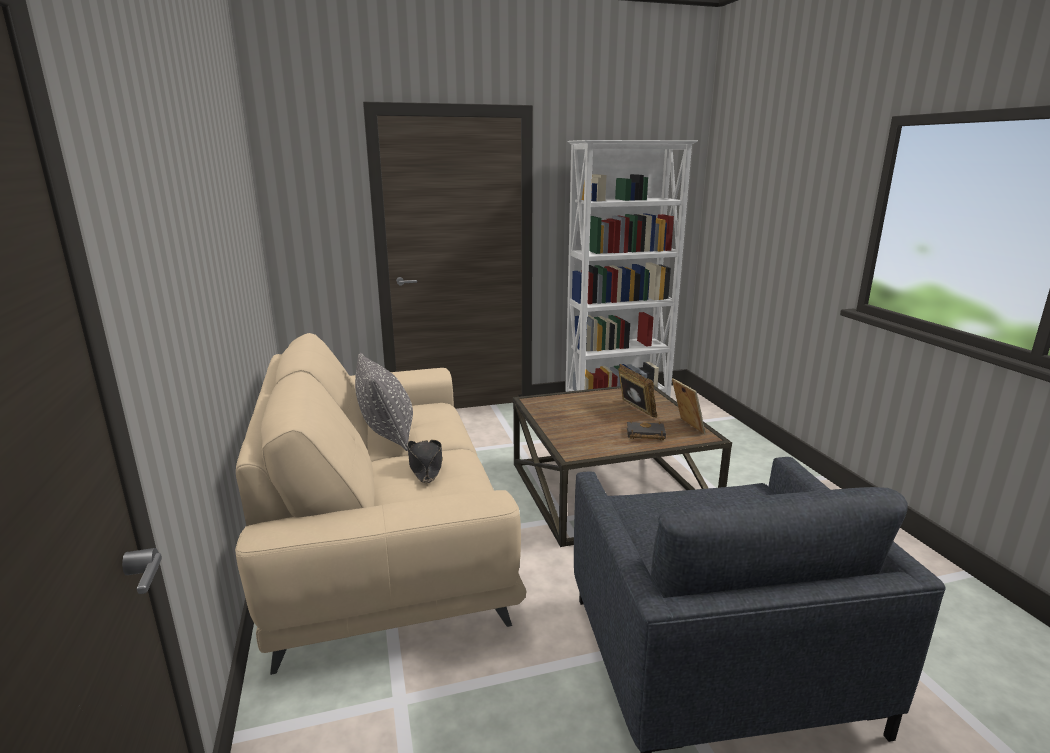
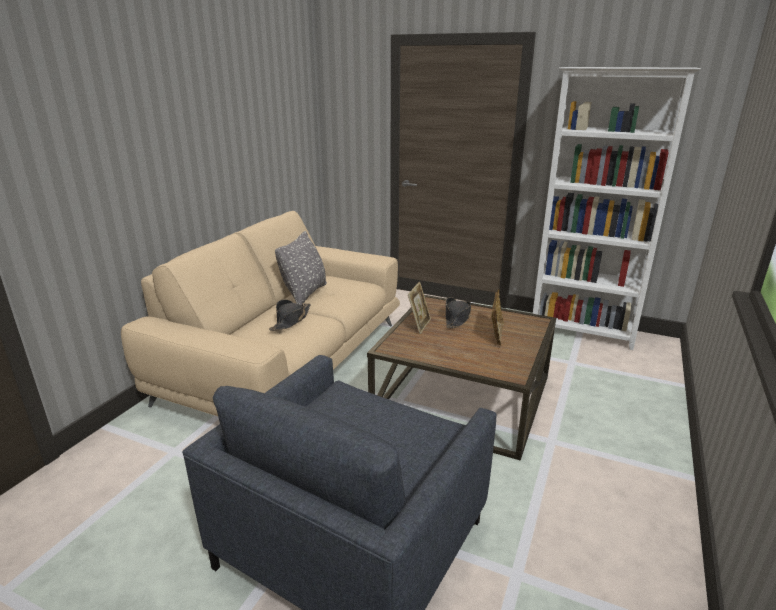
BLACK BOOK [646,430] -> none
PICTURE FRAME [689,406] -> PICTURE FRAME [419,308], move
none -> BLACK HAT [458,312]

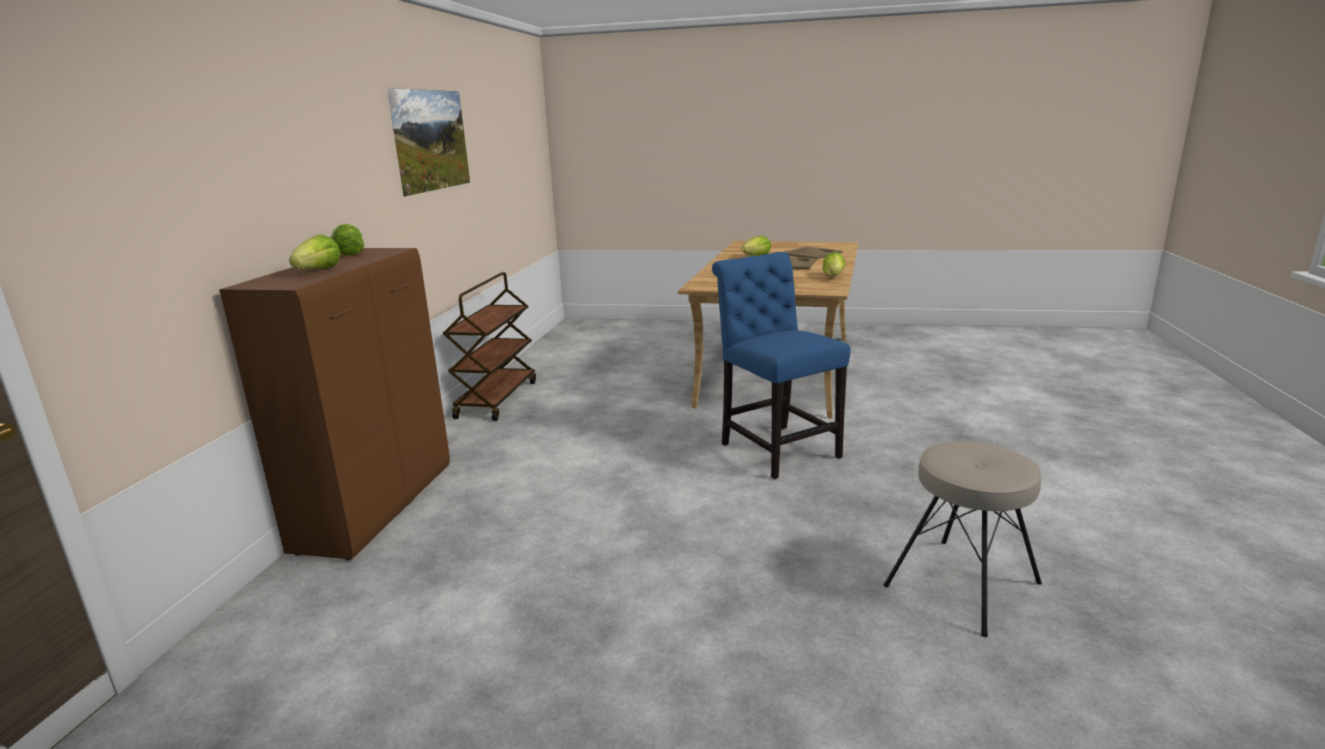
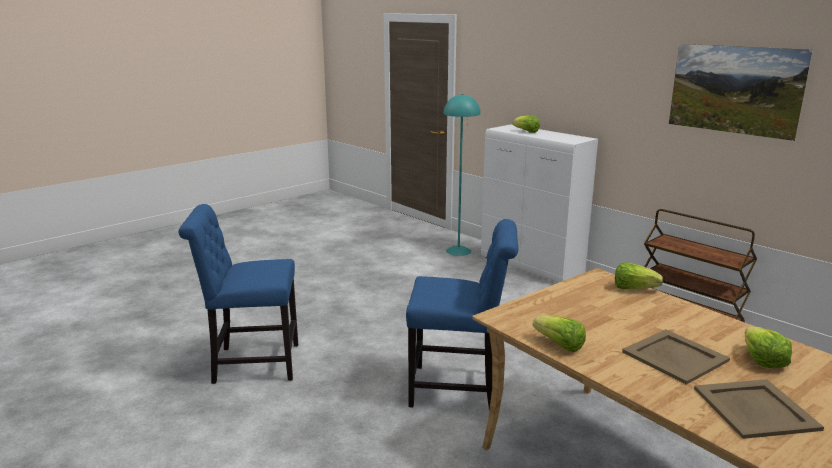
BROWN CABINET [334,404] -> WHITE CABINET [539,203]
LETTUCE [348,239] -> LETTUCE [639,275], move
BEIGE STOOL [962,539] -> BLUE CHAIR [238,294]
none -> TURQUOISE FLOOR LAMP [462,175]

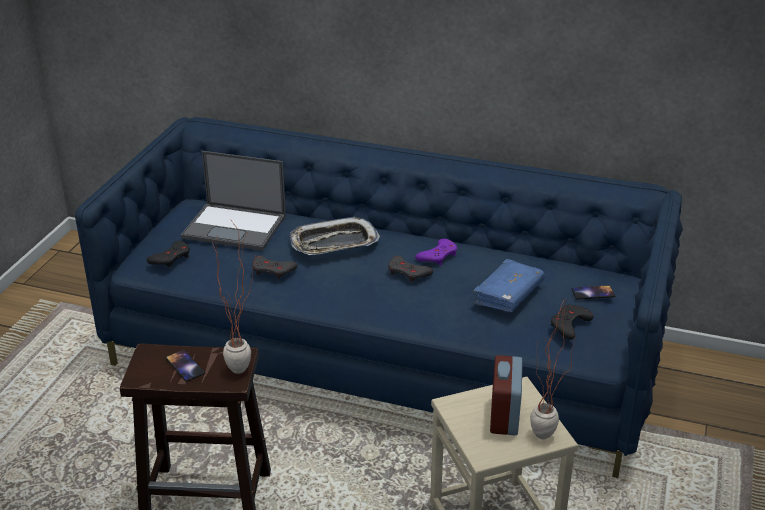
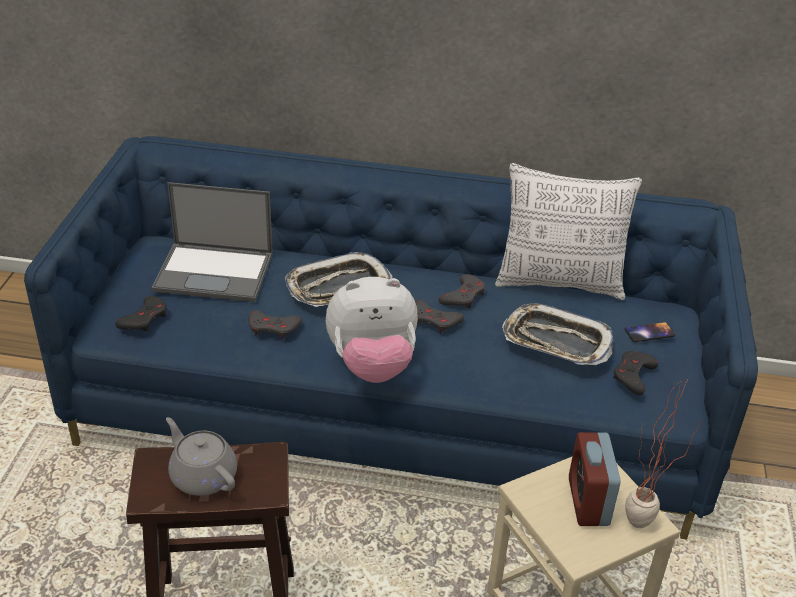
PHONE [185,366] -> GREY TEAPOT [201,456]
POTTED PLANT [234,298] -> none
PURPLE GAME CONTROLLER [436,252] -> GREY GAME CONTROLLER [462,291]
BLUE BOOK [509,285] -> TRAY [557,334]
none -> PLUSH TOY [372,330]
none -> PILLOW [568,231]

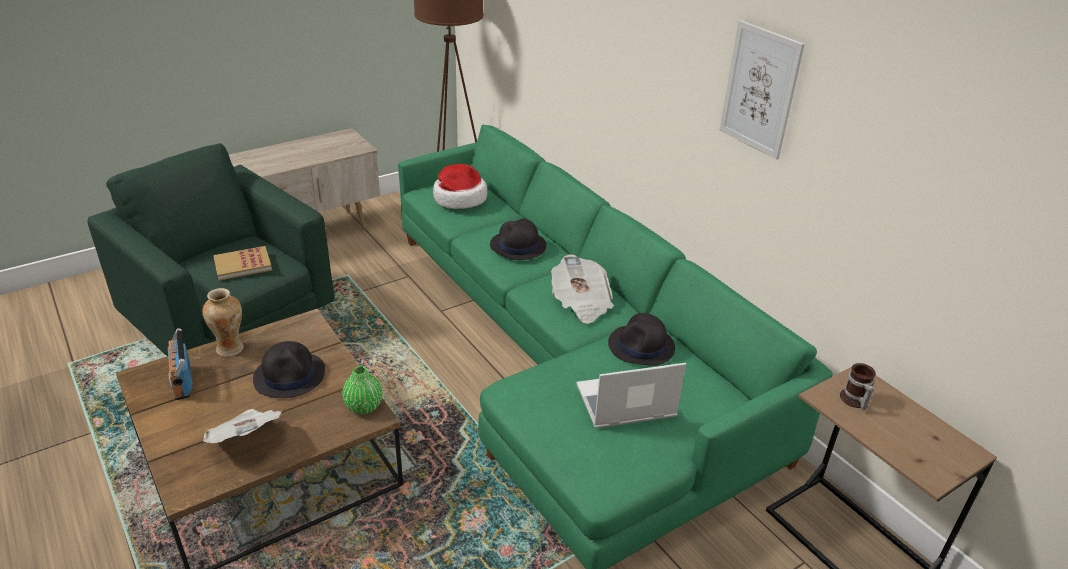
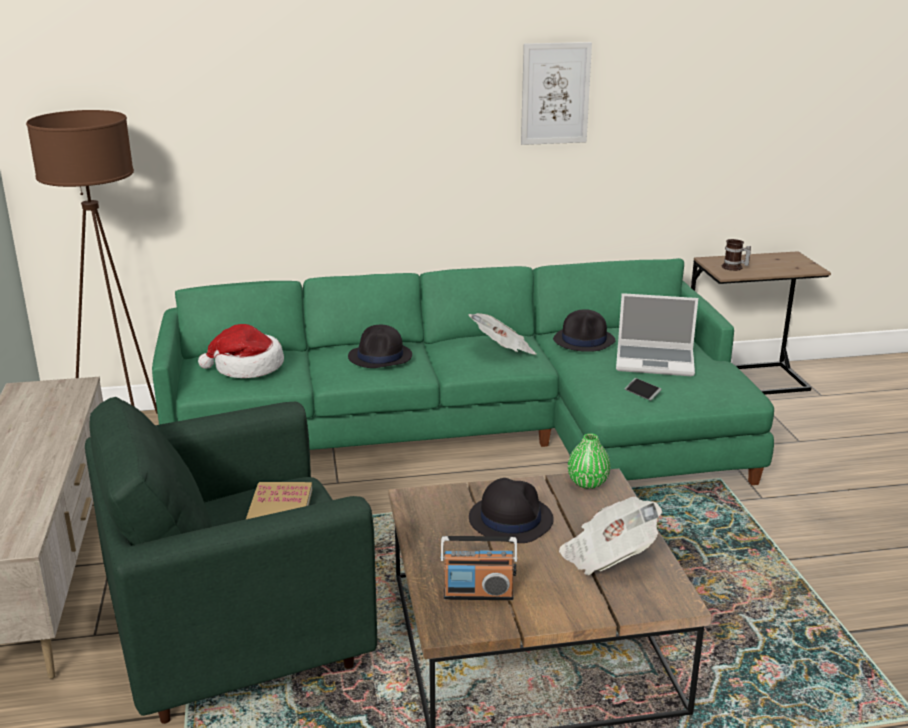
VASE [223,322] -> none
LAPTOP [631,395] -> LAPTOP [657,334], 90 degrees counterclockwise
none -> PHONE [643,389]

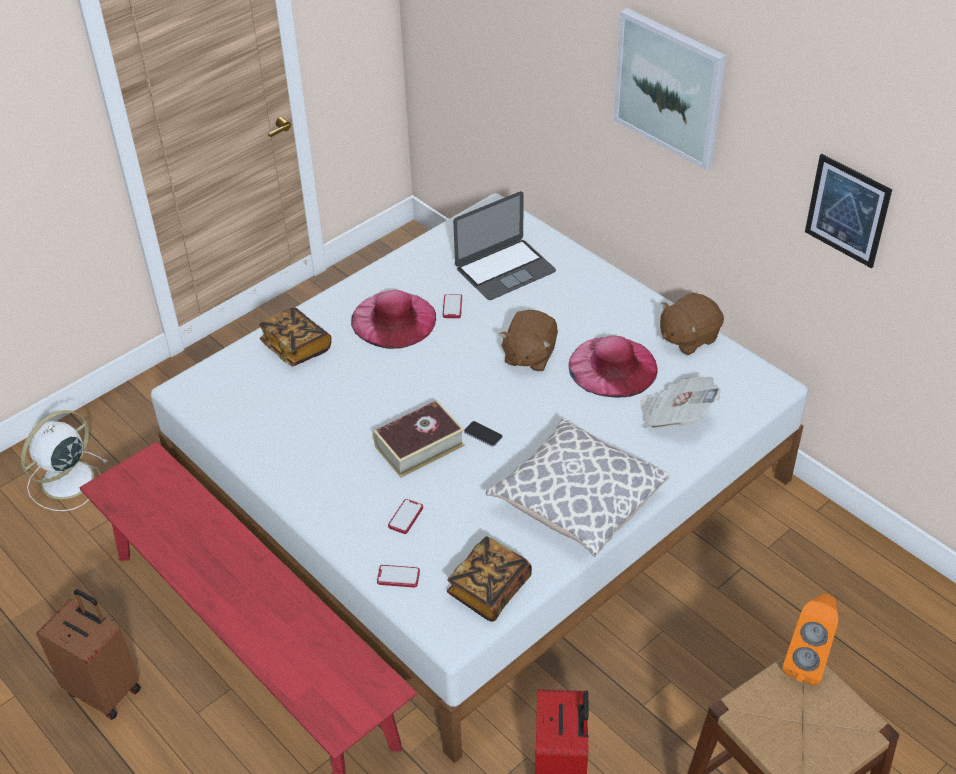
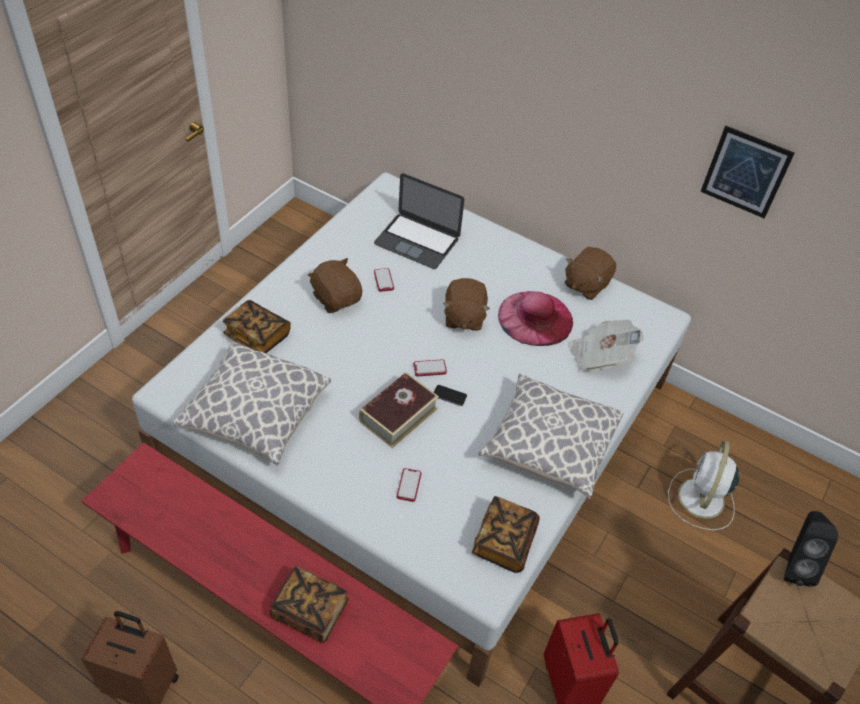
WHITE FAN [64,460] -> WHITE FAN [704,485], move
PINK HAT [393,319] -> BROWN PLUSH TOY [335,285]
PHONE [398,576] -> PHONE [430,368], move
LAPTOP [504,245] -> LAPTOP [419,221], 75 degrees clockwise
PICTURE [670,89] -> none
ORANGE SPEAKER [810,639] -> BLACK SPEAKER [811,549]
none -> PILLOW [252,403]
none -> BOOK [309,604]

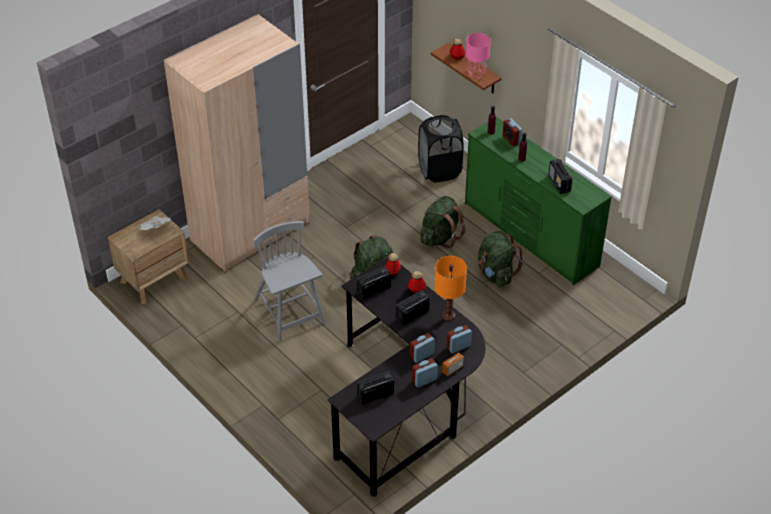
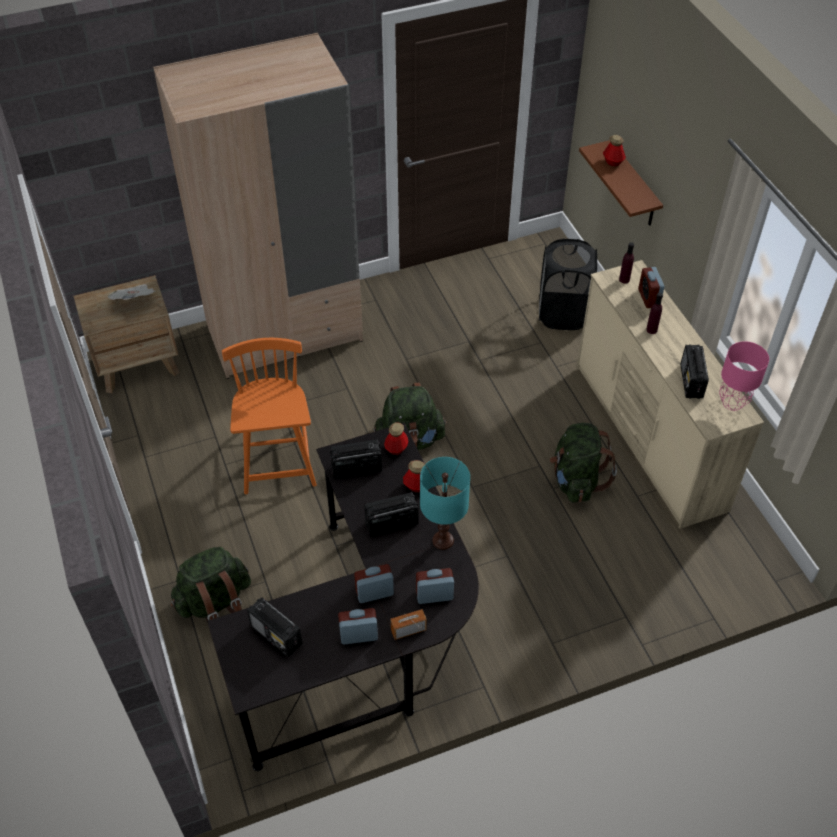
GREY CHAIR [289,281] -> ORANGE CHAIR [269,416]
RADIO [375,387] -> RADIO [274,627], 135 degrees counterclockwise
GREEN BACKPACK [442,222] -> GREEN BACKPACK [211,584], move
ORANGE TABLE LAMP [450,288] -> TURQUOISE TABLE LAMP [445,503]
GREEN DRESSER [538,201] -> BEIGE DRESSER [670,394]
PINK TABLE LAMP [478,56] -> PINK TABLE LAMP [744,376], move

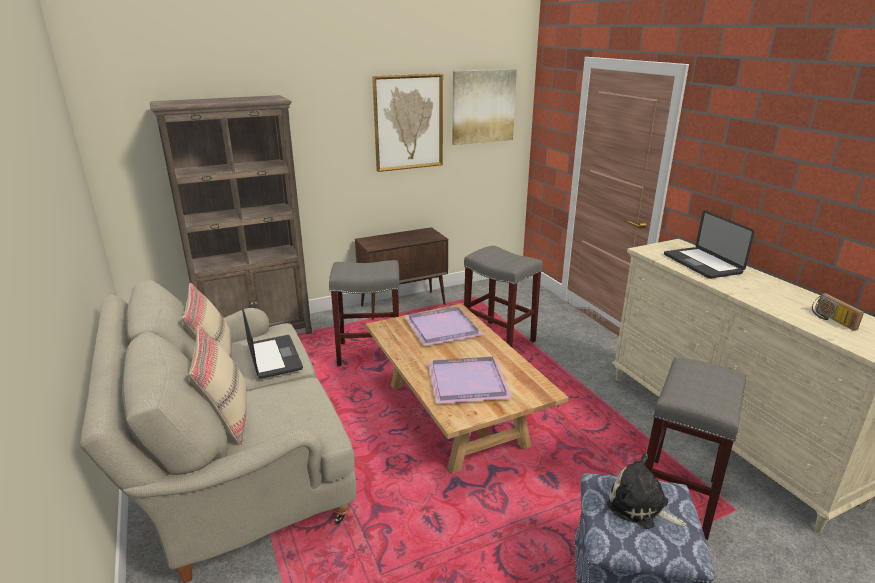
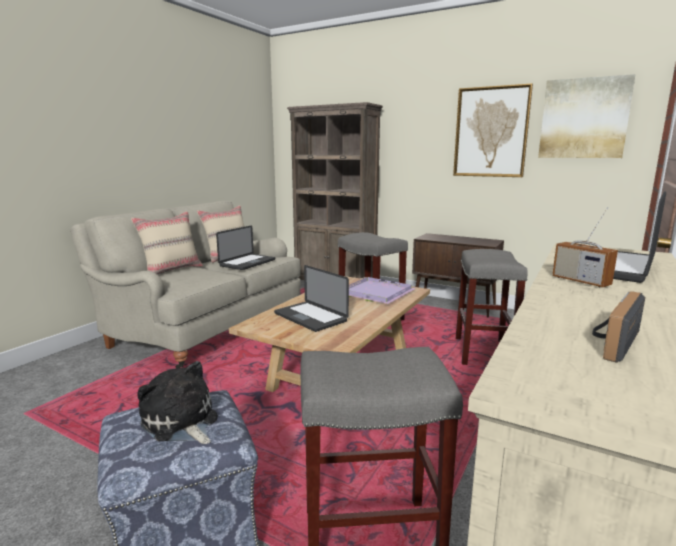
PURPLE TRAY [470,380] -> LAPTOP [311,298]
PLUSH TOY [647,491] -> PLUSH TOY [177,402], 45 degrees counterclockwise
none -> RADIO [585,247]

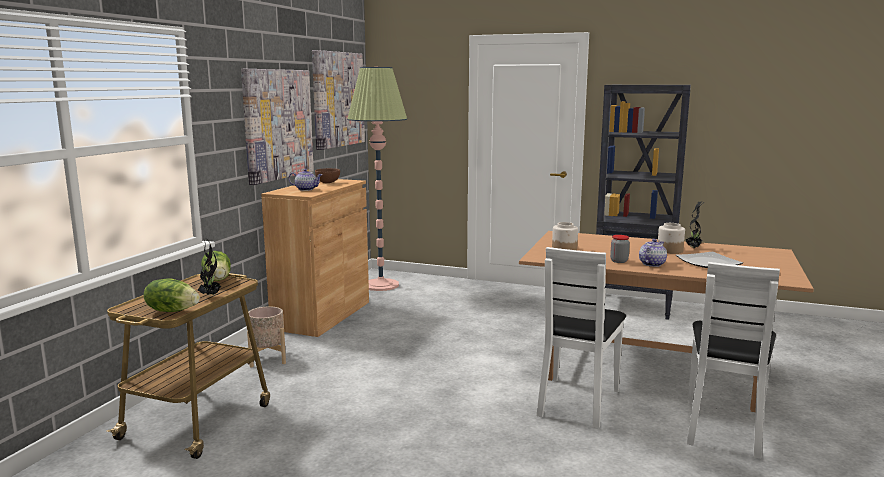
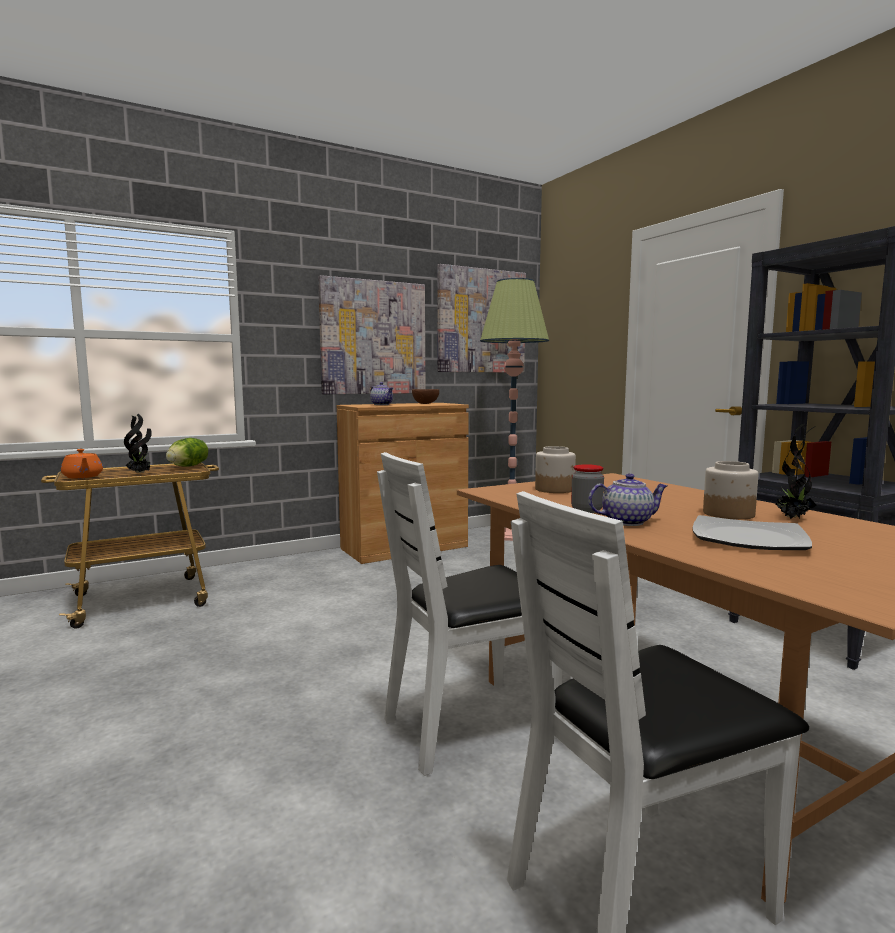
LETTUCE [172,295] -> ORANGE TEAPOT [82,464]
BEIGE PLANTER [266,336] -> none

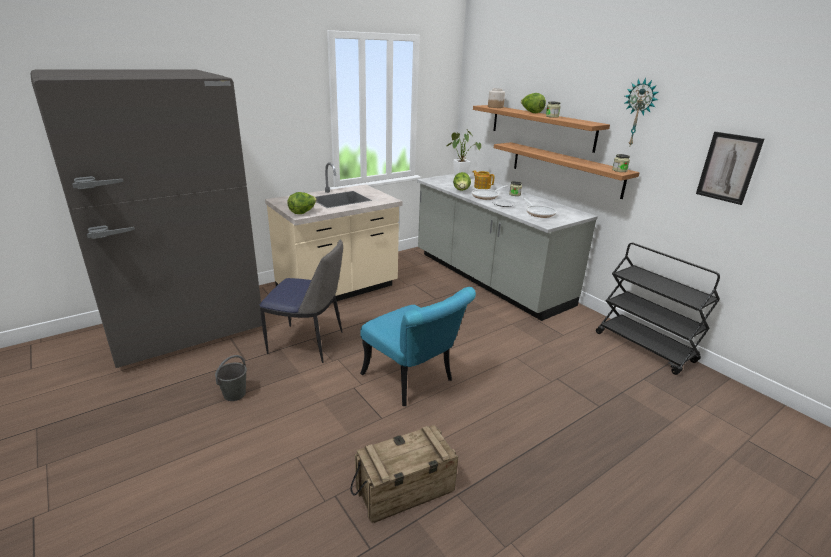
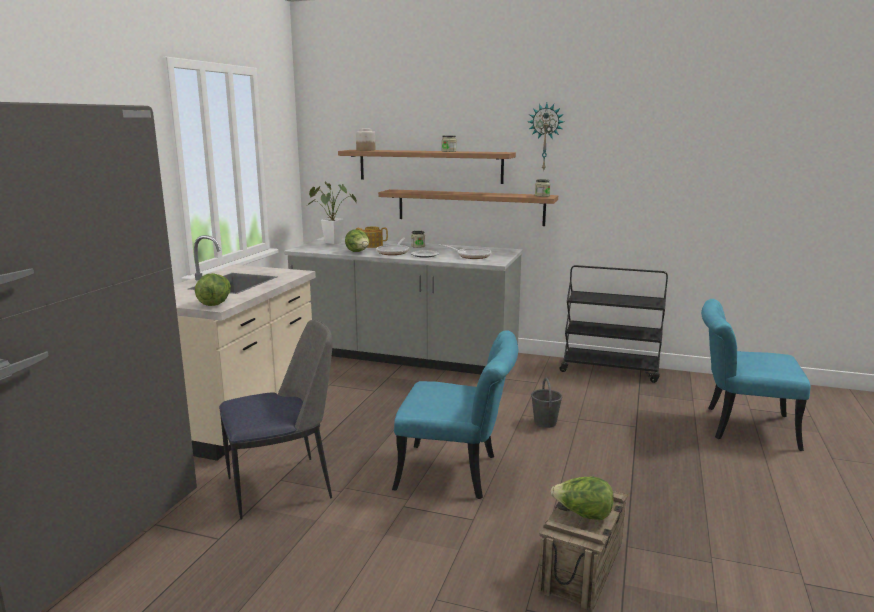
GREY BUCKET [231,378] -> GREY BUCKET [546,403], move
LETTUCE [533,103] -> LETTUCE [582,498], move
PICTURE [730,168] -> none
none -> TURQUOISE CHAIR [755,375]

